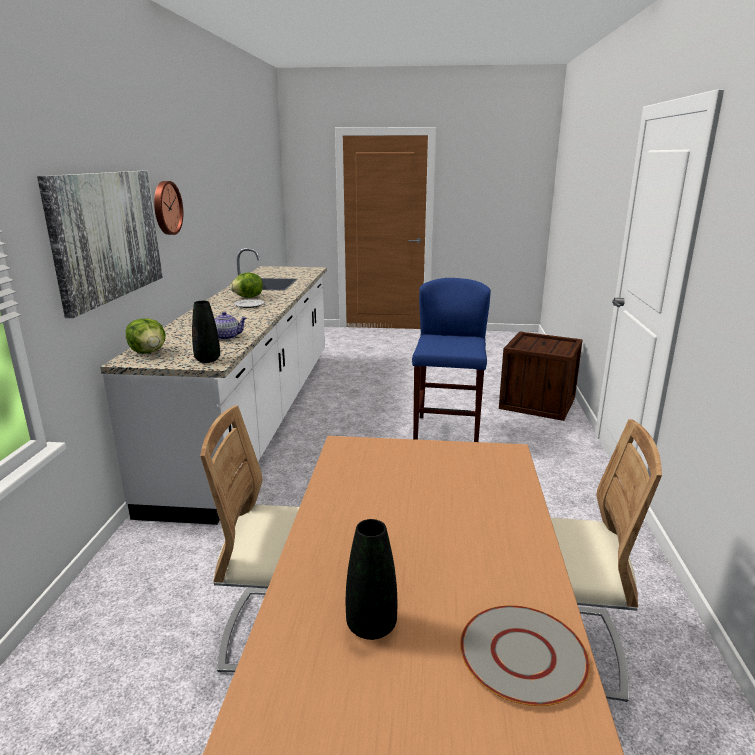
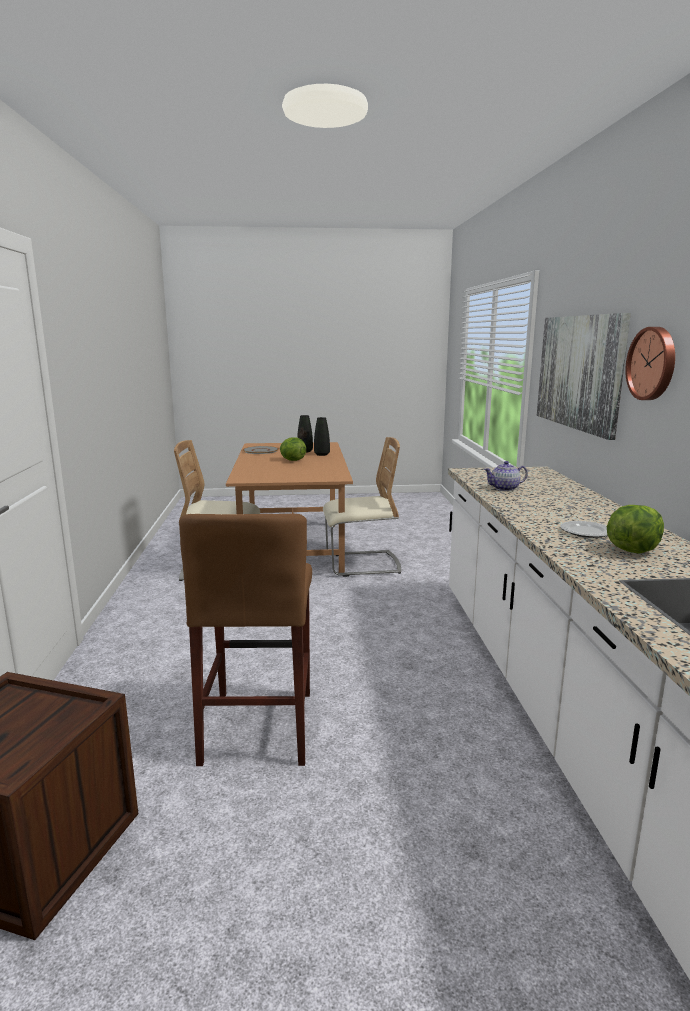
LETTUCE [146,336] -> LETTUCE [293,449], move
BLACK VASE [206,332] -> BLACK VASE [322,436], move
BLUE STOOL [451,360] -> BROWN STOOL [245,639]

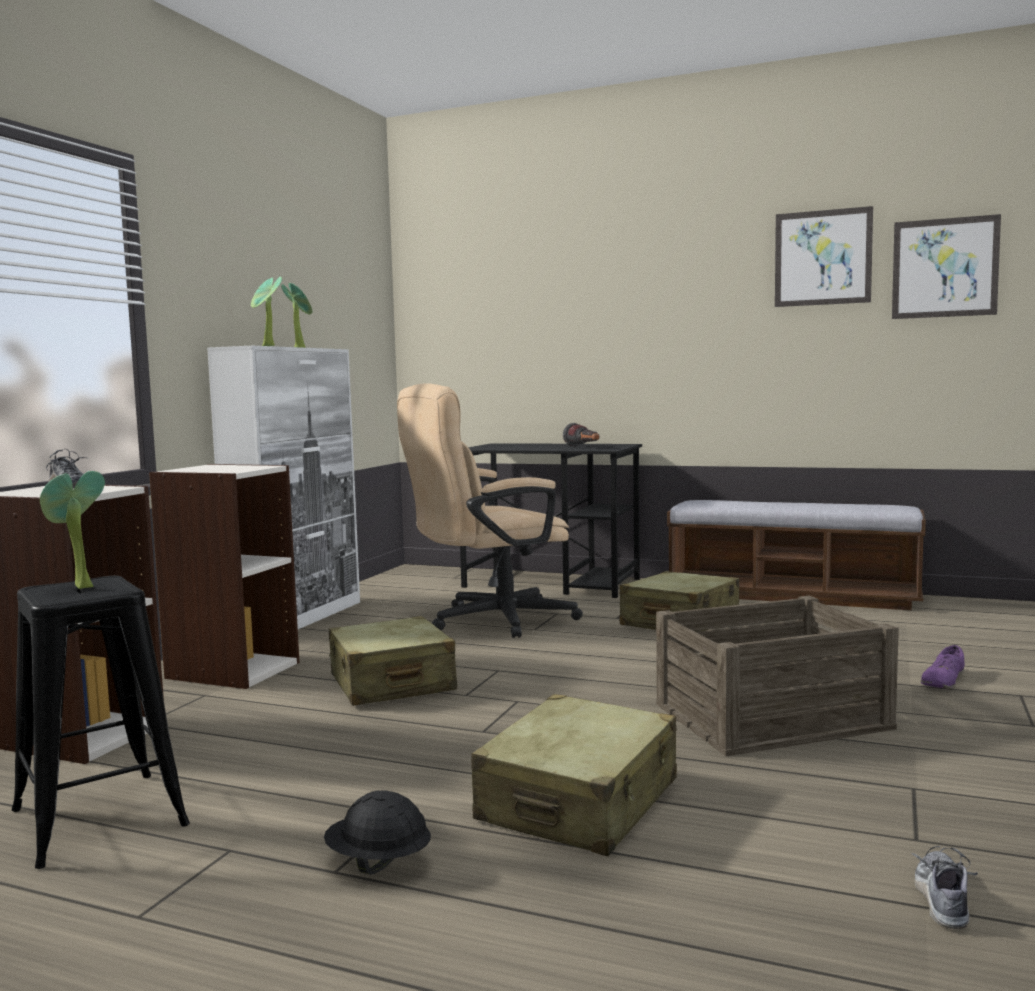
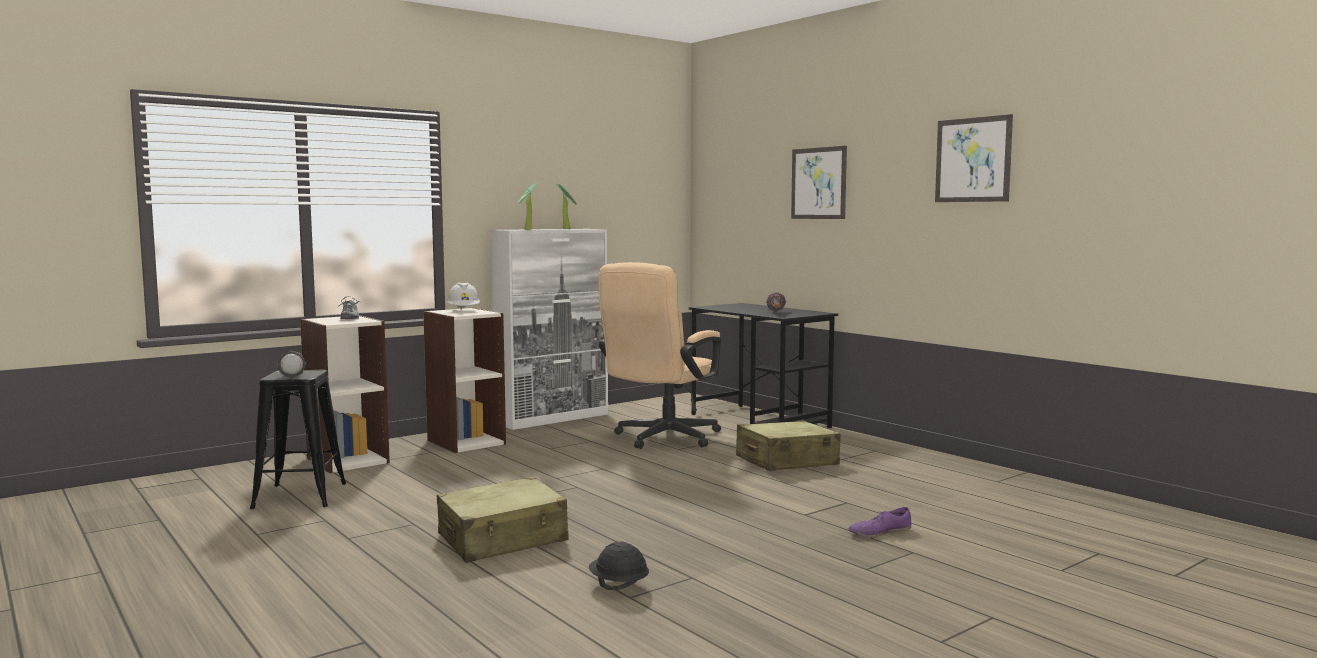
POTTED PLANT [72,530] -> FLASHLIGHT [291,364]
BLACK HARD HAT [377,832] -> BLACK HARD HAT [619,566], move
BEIGE SUITCASE [392,661] -> none
BEIGE OFFICE CHAIR [490,510] -> BEIGE OFFICE CHAIR [659,355], 60 degrees counterclockwise
CRATE [777,676] -> none
BENCH [796,555] -> none
PICTURE [946,266] -> PICTURE [819,182], move
SHOE [944,887] -> none
none -> WHITE HARD HAT [463,295]

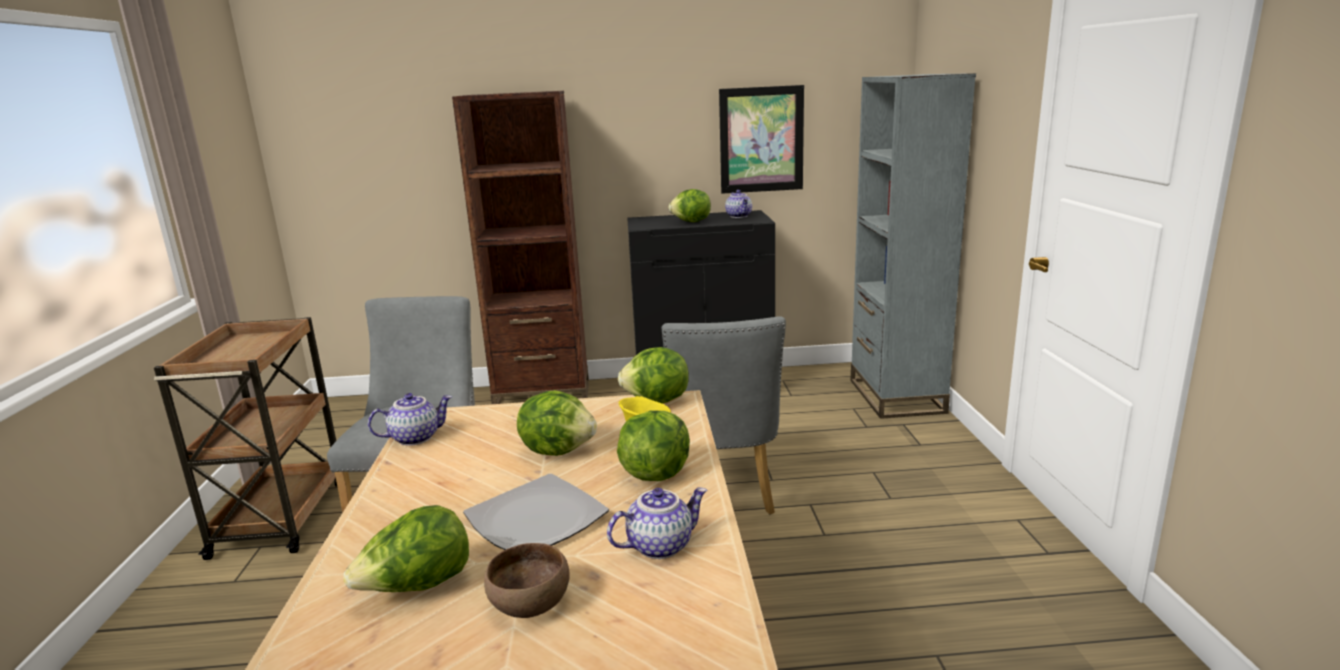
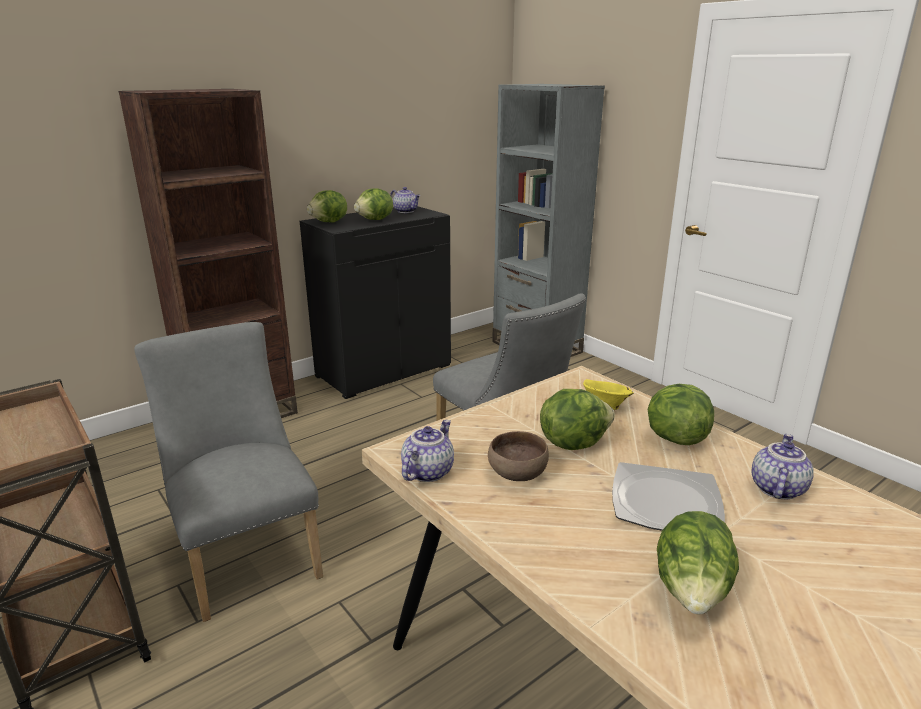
BROWN BOWL [527,580] -> BROWN BOWL [518,456], move
LETTUCE [653,375] -> LETTUCE [327,206], move
PICTURE [761,139] -> none

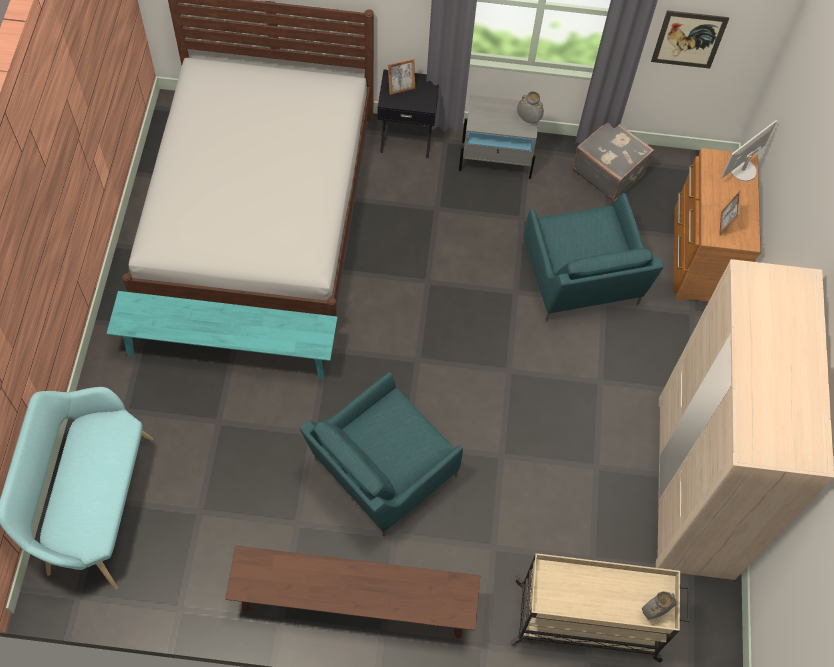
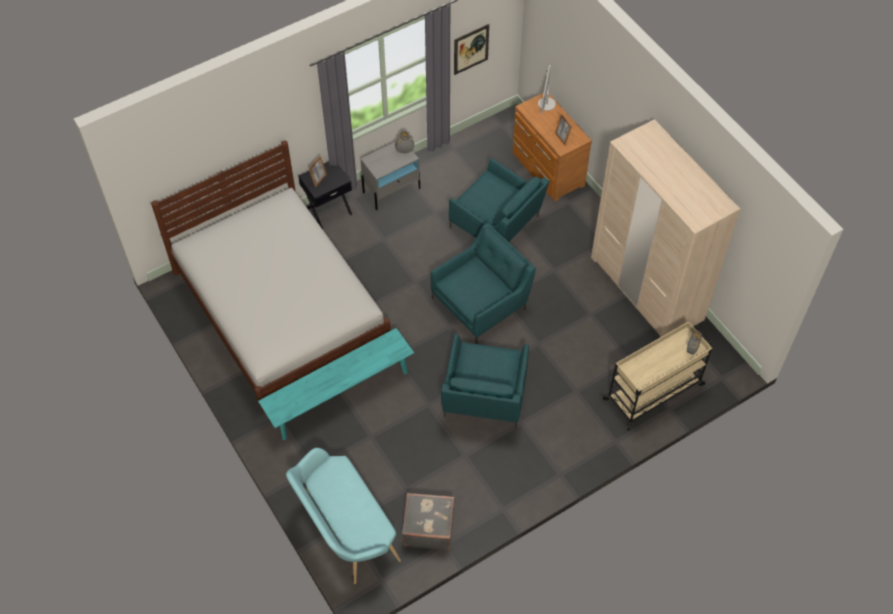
BROWN BENCH [352,592] -> none
GREY SUITCASE [613,162] -> GREY SUITCASE [428,521], move
none -> TURQUOISE ARMCHAIR [483,283]

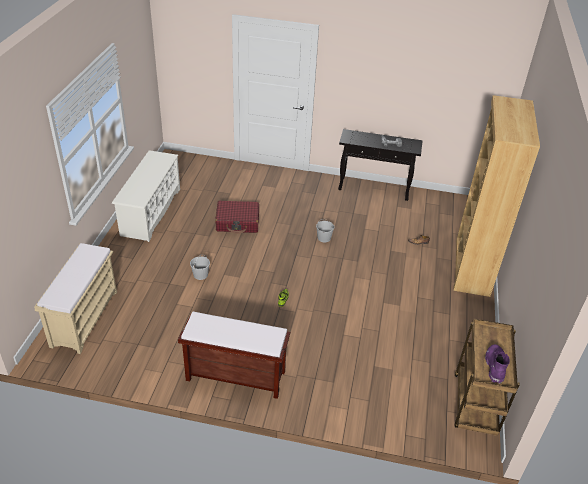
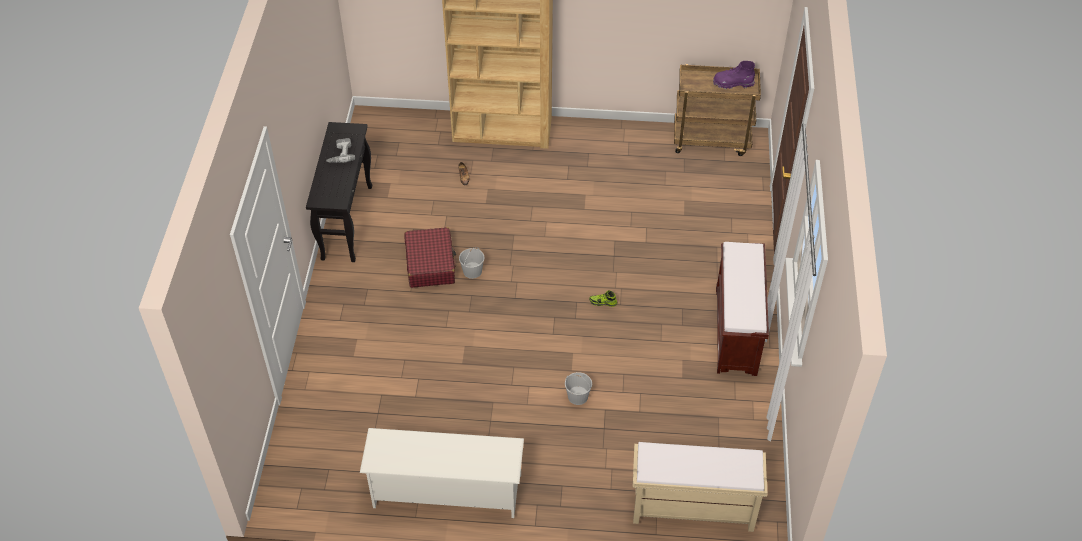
RED SUITCASE [237,217] -> RED SUITCASE [430,257], move

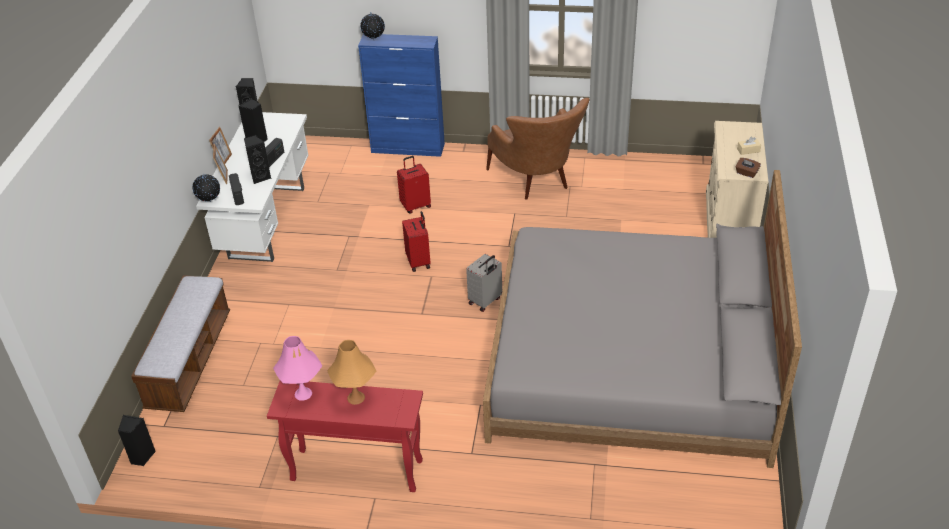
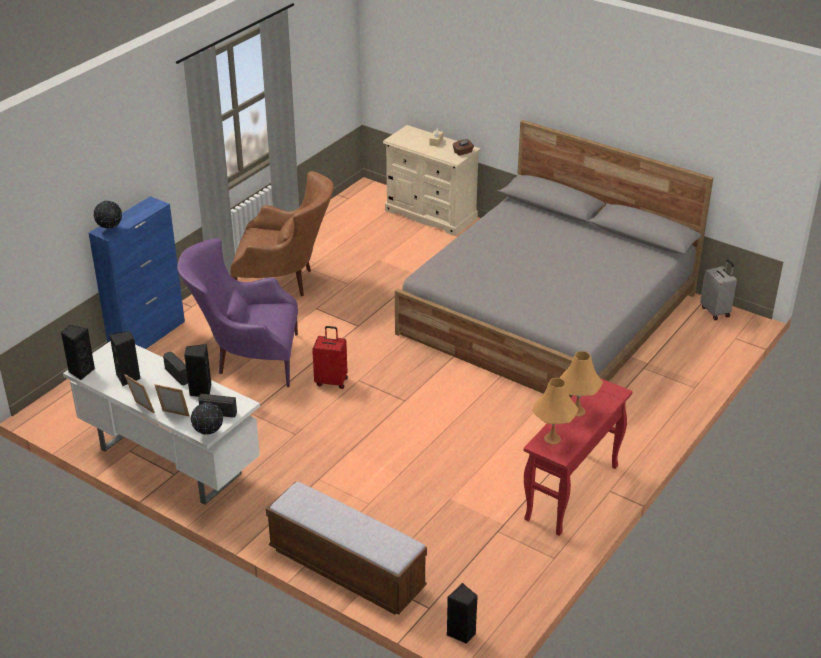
PINK TABLE LAMP [297,368] -> ORANGE TABLE LAMP [555,411]
RED SUITCASE [414,185] -> PURPLE ARMCHAIR [237,312]
GREY SUITCASE [484,283] -> GREY SUITCASE [718,289], move

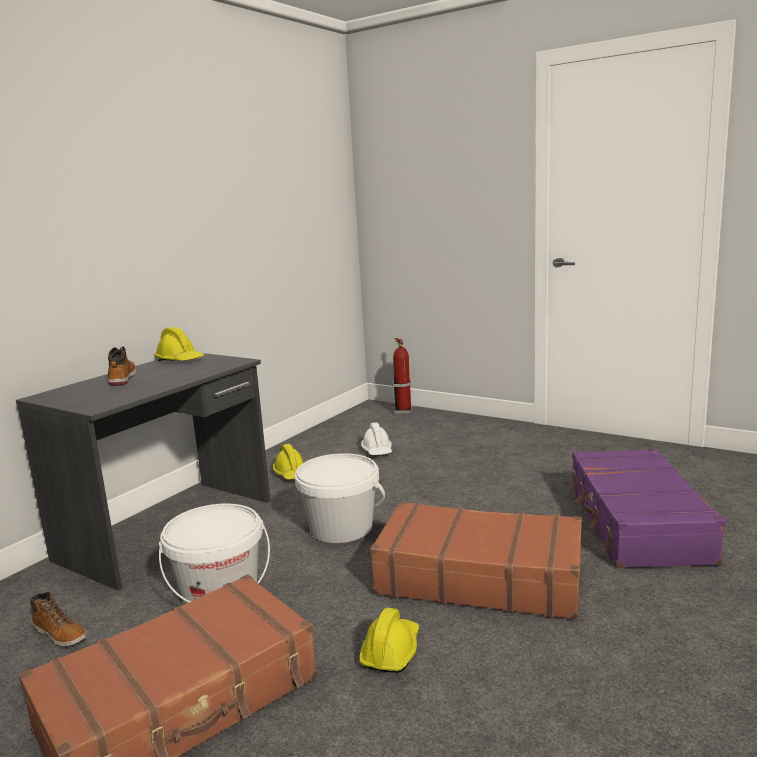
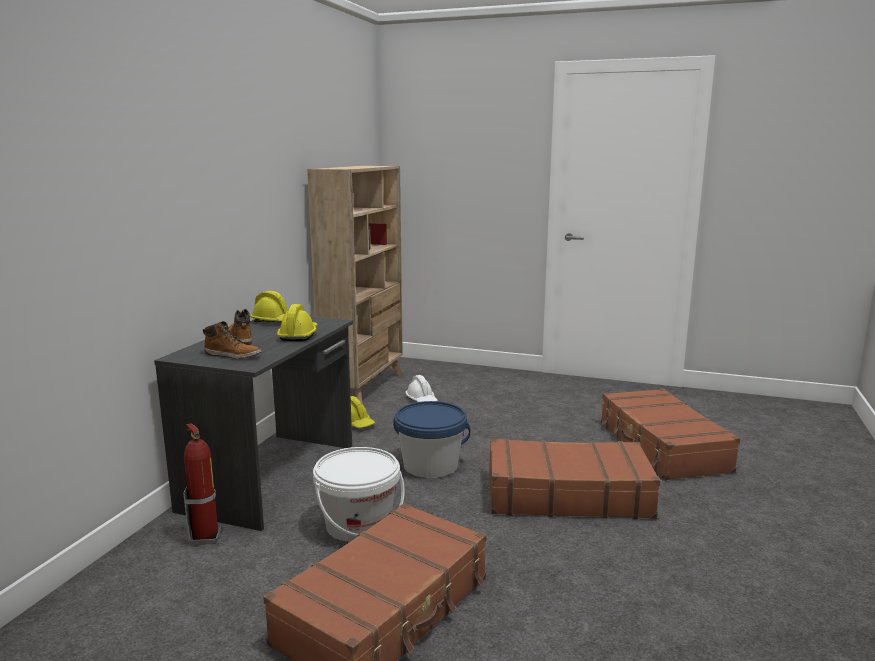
BOOT [58,619] -> BOOT [232,340], move
WHITE BUCKET [340,498] -> BLUE BUCKET [432,439]
YELLOW HARD HAT [389,640] -> YELLOW HARD HAT [297,322], move
FIRE EXTINGUISHER [403,376] -> FIRE EXTINGUISHER [202,484], move
PURPLE SUITCASE [647,508] -> BROWN SUITCASE [670,434]
none -> BEIGE BOOKCASE [355,285]

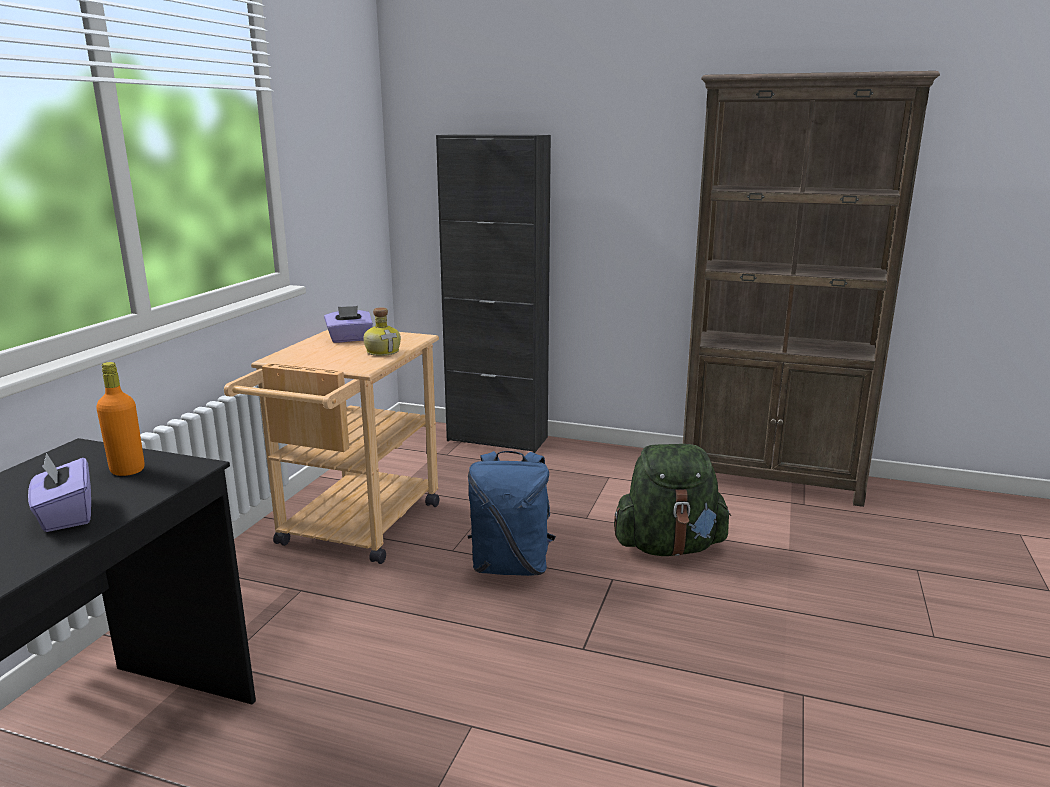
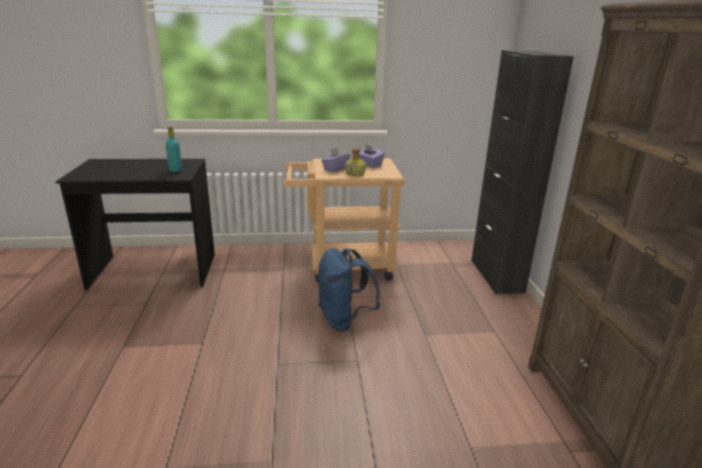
PURPLE TISSUE BOX [59,492] -> PURPLE TISSUE BOX [335,159], move
ORANGE BOTTLE [120,419] -> TURQUOISE BOTTLE [174,149]
GREEN BACKPACK [672,500] -> none

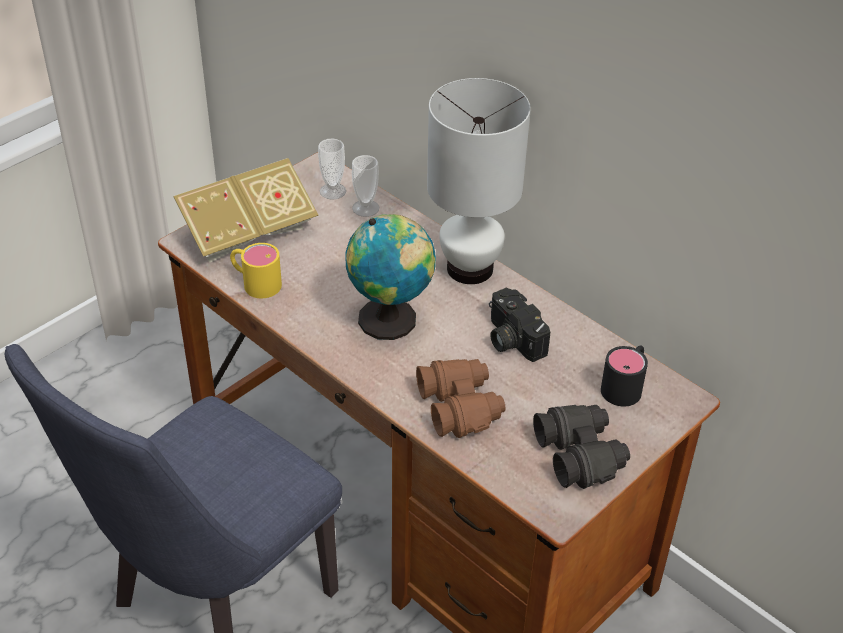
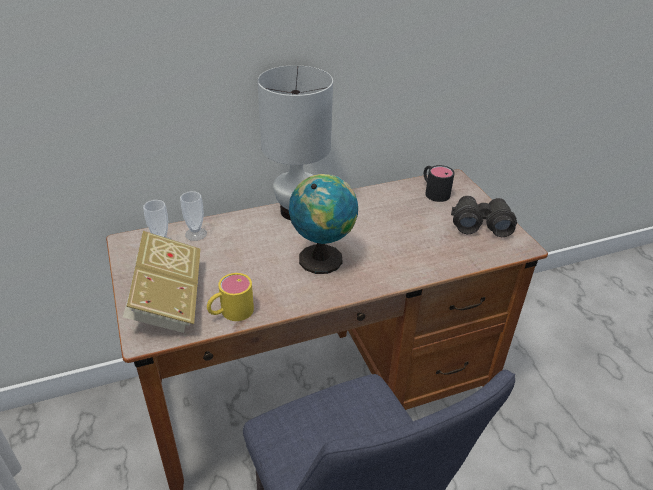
BROWN BINOCULARS [460,398] -> none
PHOTO CAMERA [519,325] -> none

